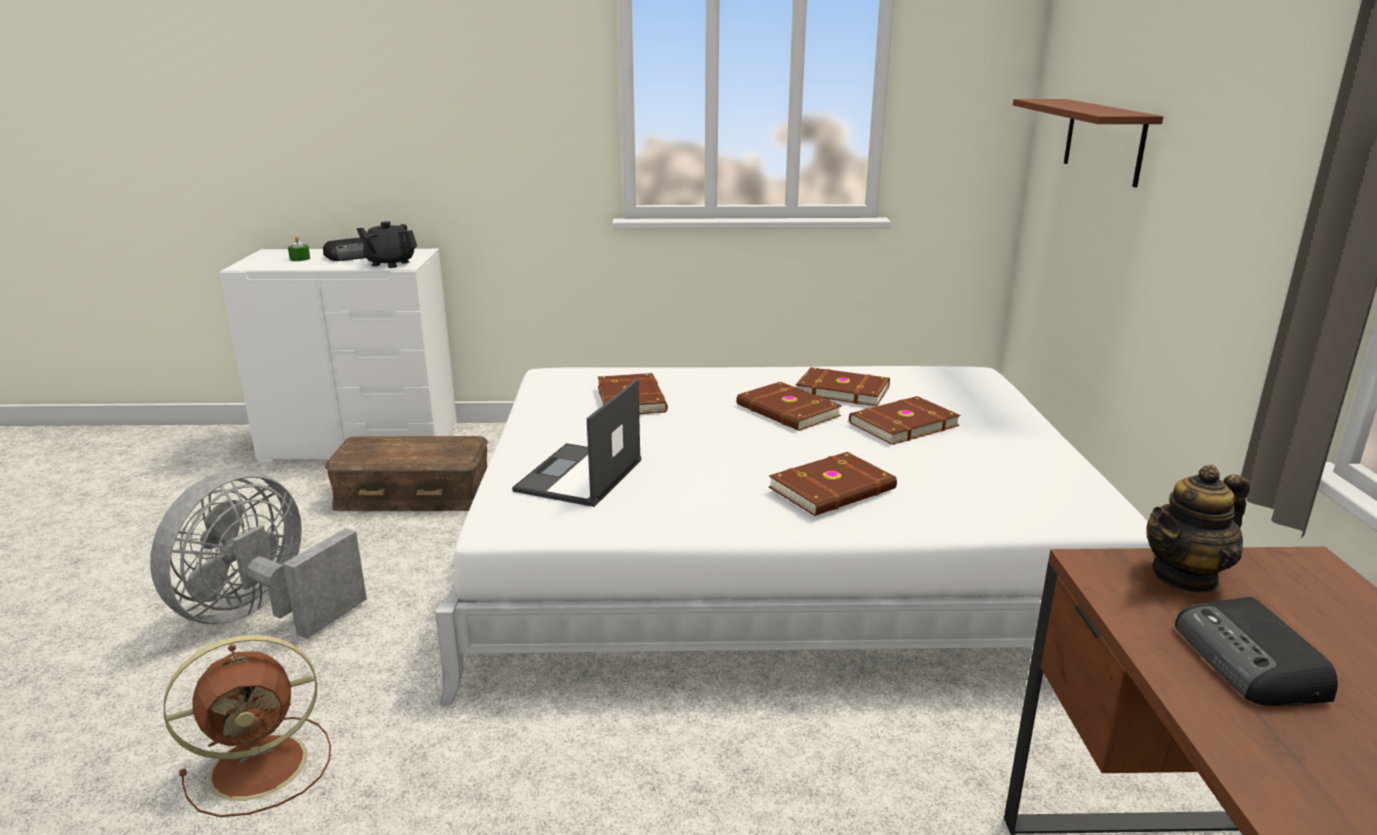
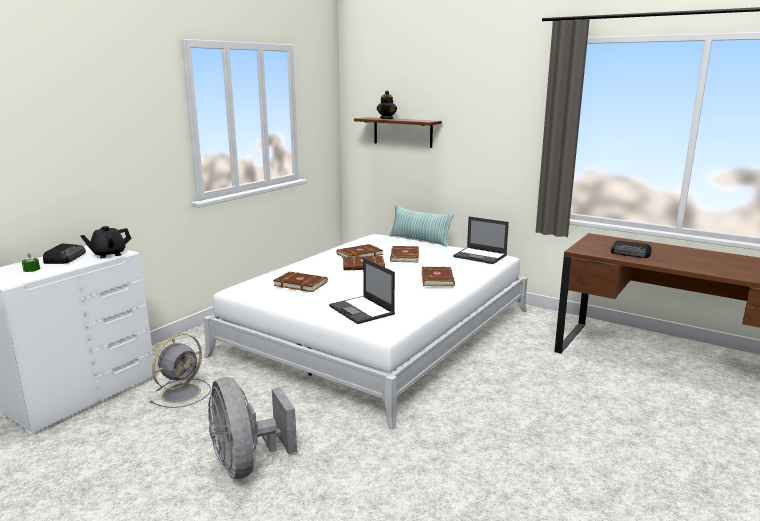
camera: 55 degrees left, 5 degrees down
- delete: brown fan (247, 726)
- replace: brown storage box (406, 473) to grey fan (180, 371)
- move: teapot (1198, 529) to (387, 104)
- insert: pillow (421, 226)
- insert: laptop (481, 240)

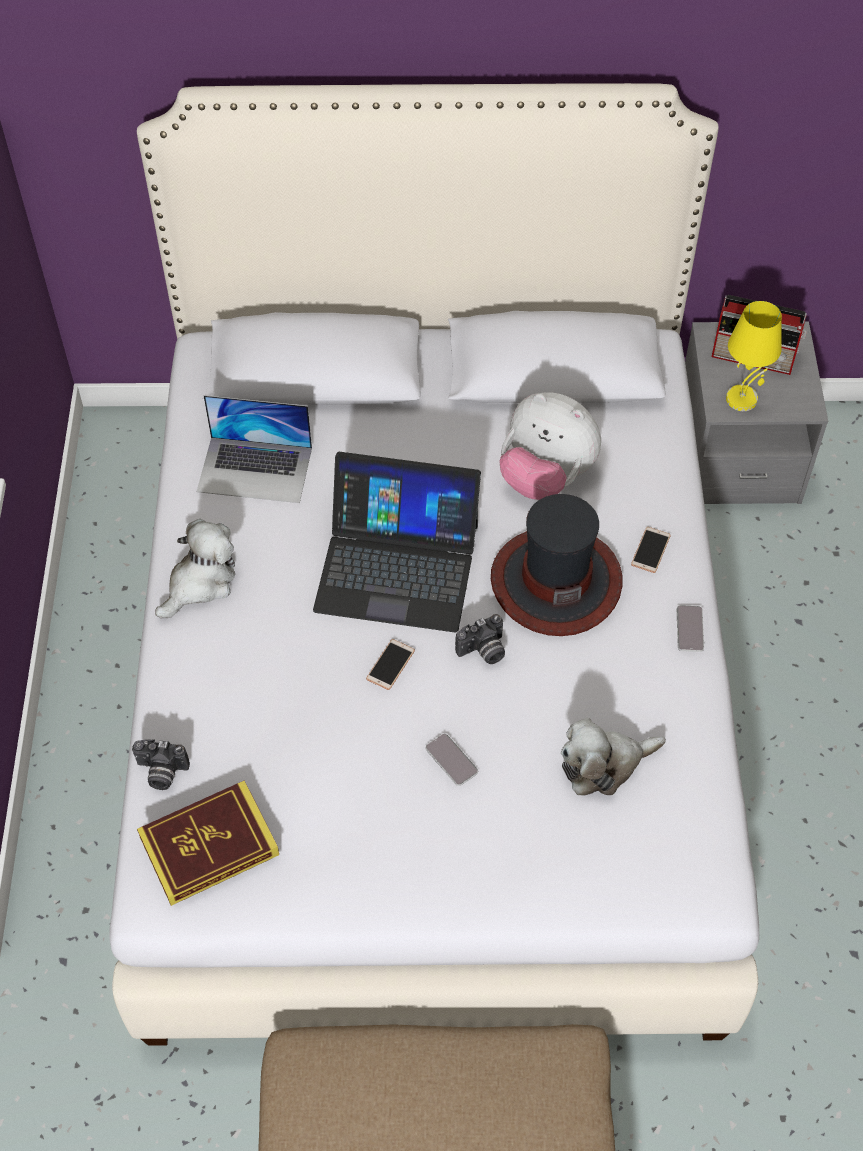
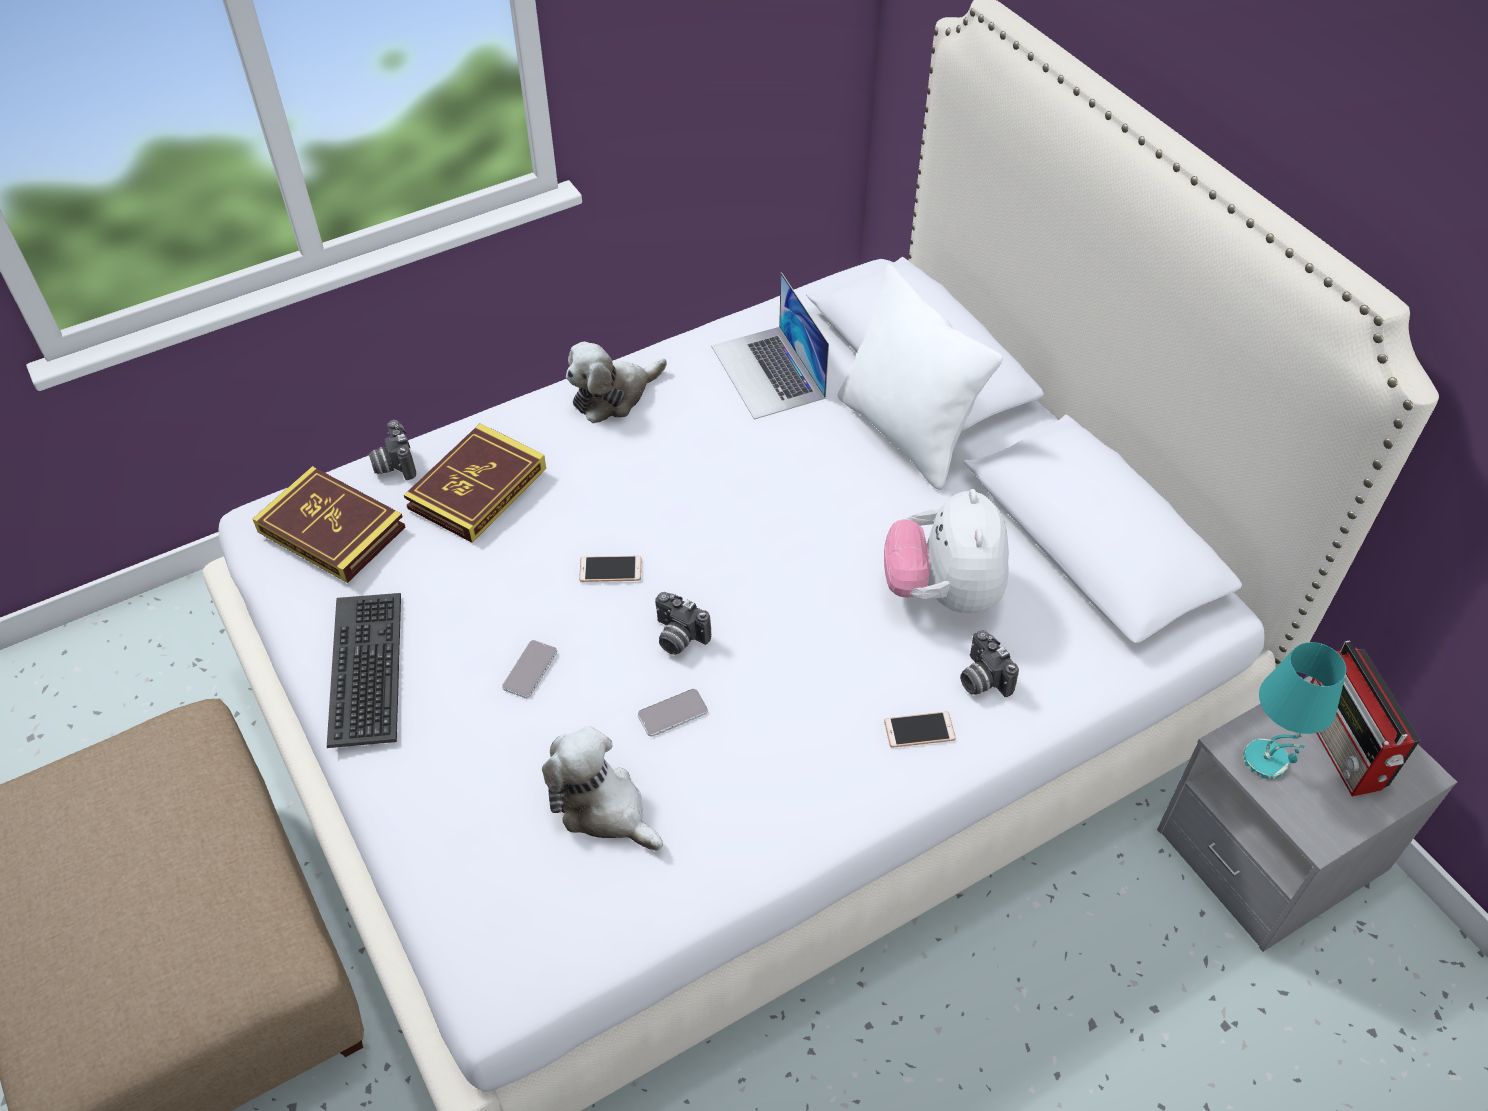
camera: 60 degrees right, 5 degrees down
- rotate: plush toy (195, 568) = (616, 382) 135 degrees clockwise
- delete: laptop (397, 542)
- delete: hat (556, 565)
- move: phone (690, 628) to (673, 712)
- recolor: yellow table lamp (754, 356) to turquoise table lamp (1294, 710)
- insert: keyboard (364, 670)
- insert: book (475, 483)
- insert: white pillow (920, 377)
- insert: photo camera (989, 663)

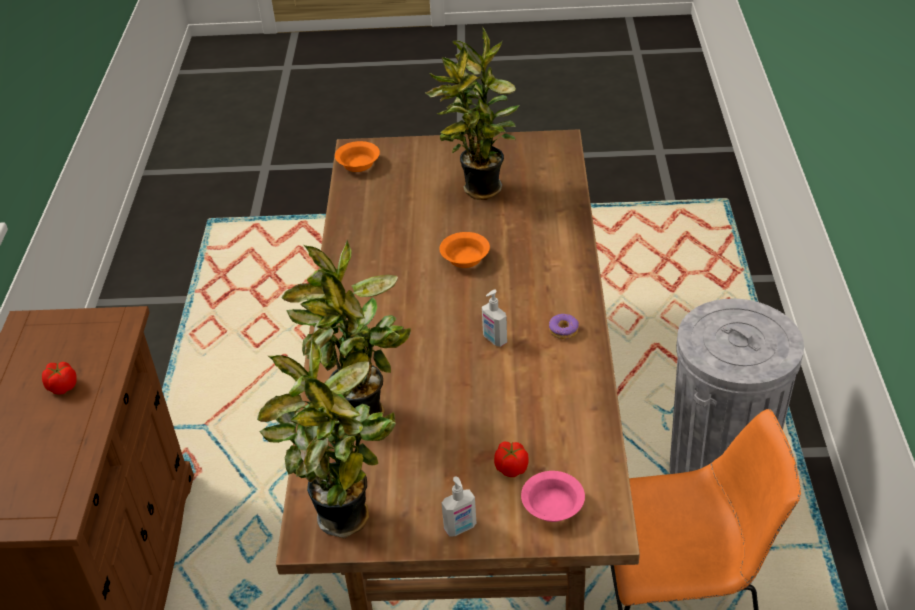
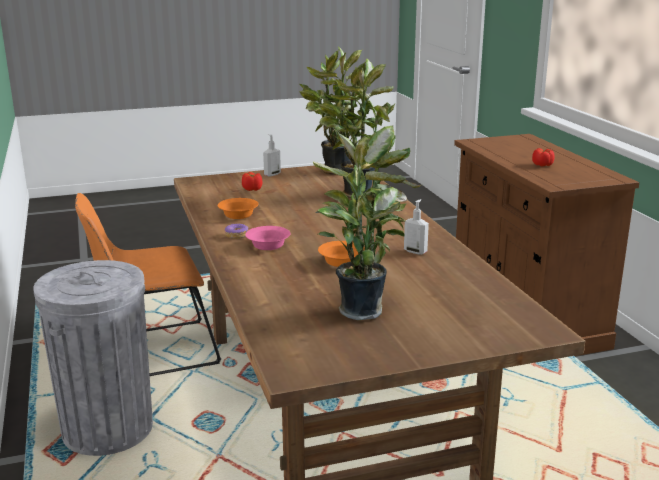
camera: 160 degrees right, 20 degrees down
- move: orange bowl (357, 156) to (238, 208)
- move: soap dispenser (494, 318) to (416, 226)
- move: pink bowl (553, 496) to (267, 238)

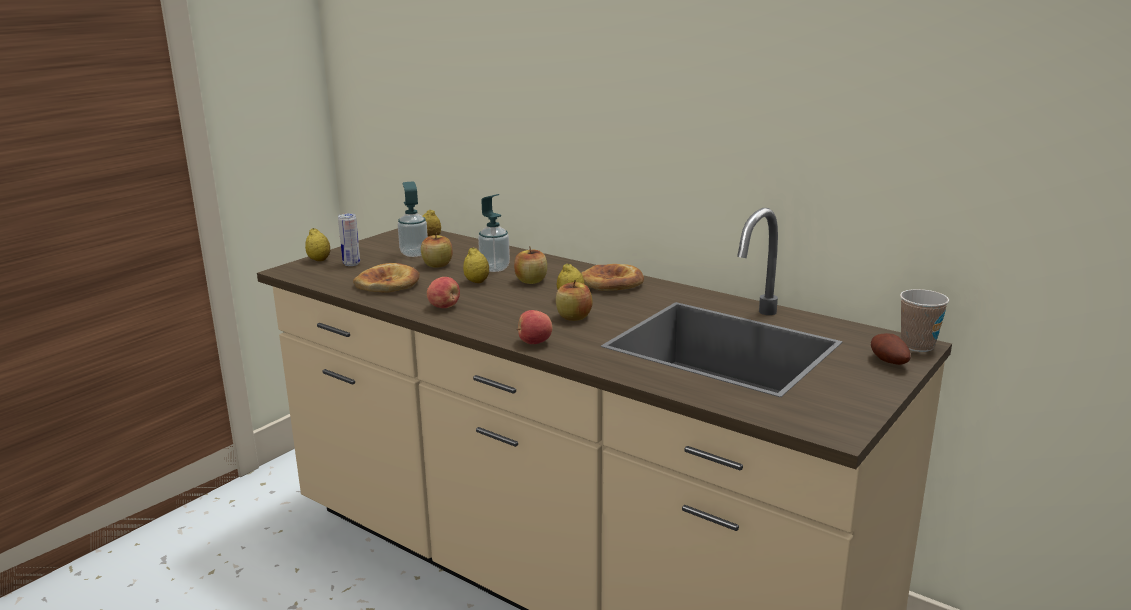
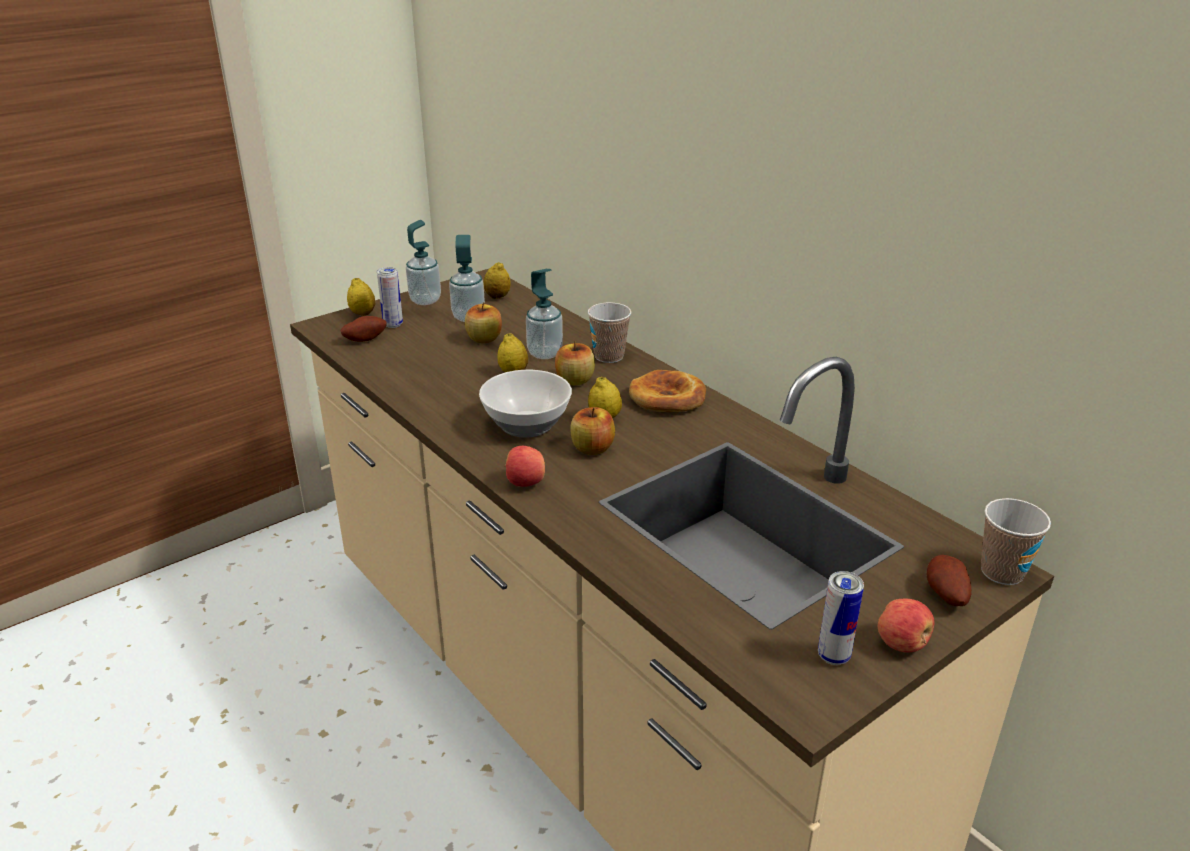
camera: 15 degrees right, 10 degrees up
- delete: bread (386, 278)
- move: apple (443, 292) to (906, 625)
- insert: potato (363, 329)
- insert: soap dispenser (423, 262)
- insert: bowl (525, 404)
- insert: cup (609, 332)
- insert: can (841, 618)

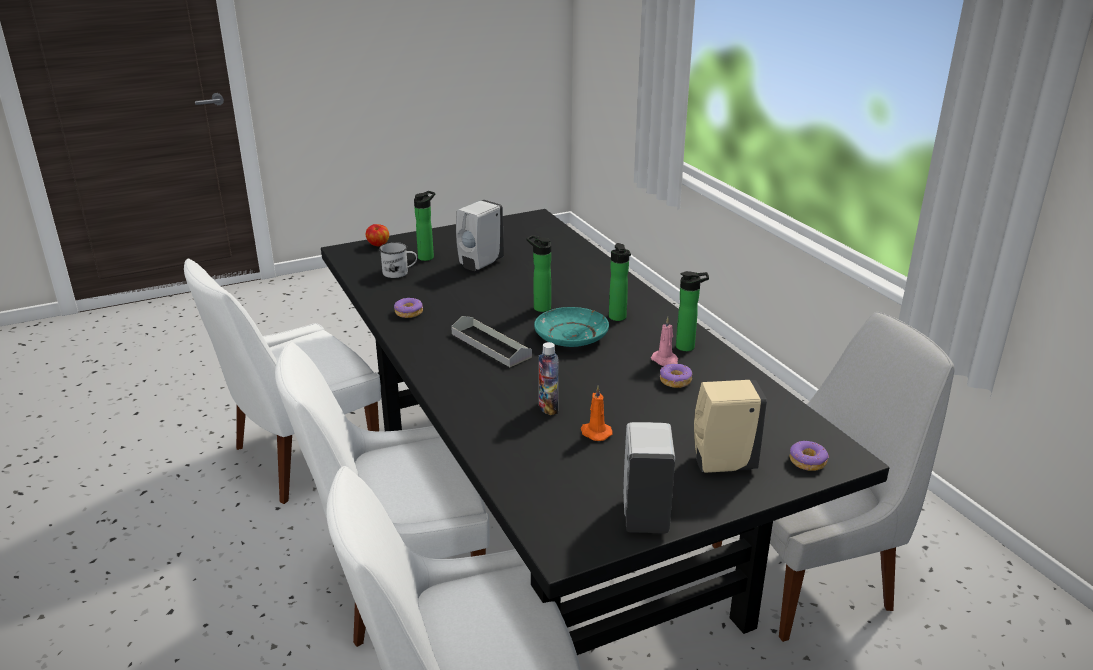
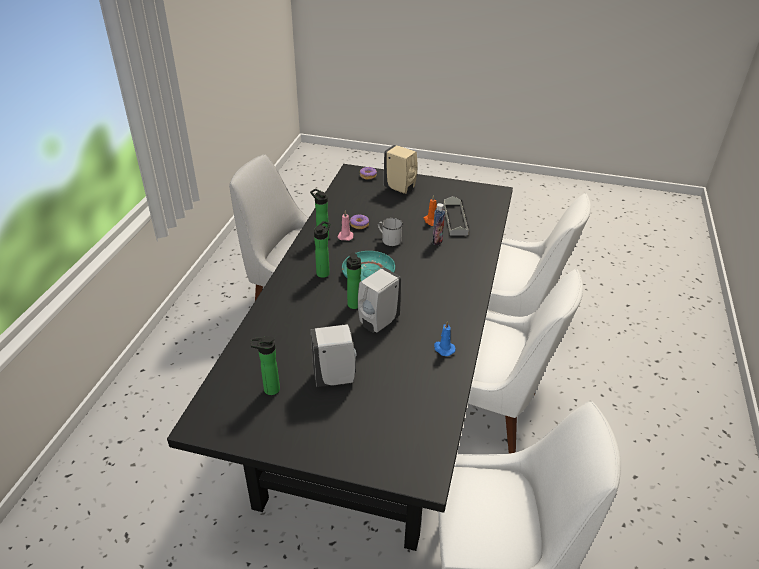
camera: 140 degrees left, 10 degrees up
- delete: apple (377, 235)
- move: white mug (398, 260) to (390, 232)
- replace: donut (408, 308) to blue candle (445, 338)
- move: bottle (424, 226) to (265, 365)
- move: grey tray (491, 341) to (456, 216)
- move: white soap dispenser (649, 477) to (379, 300)

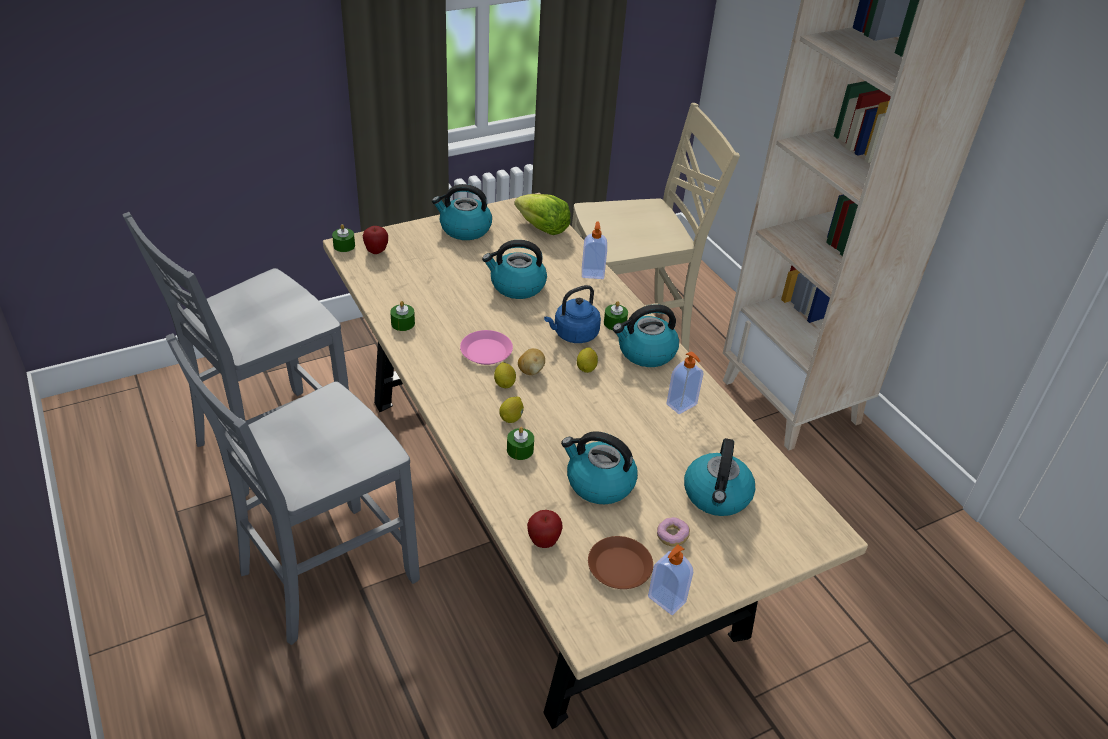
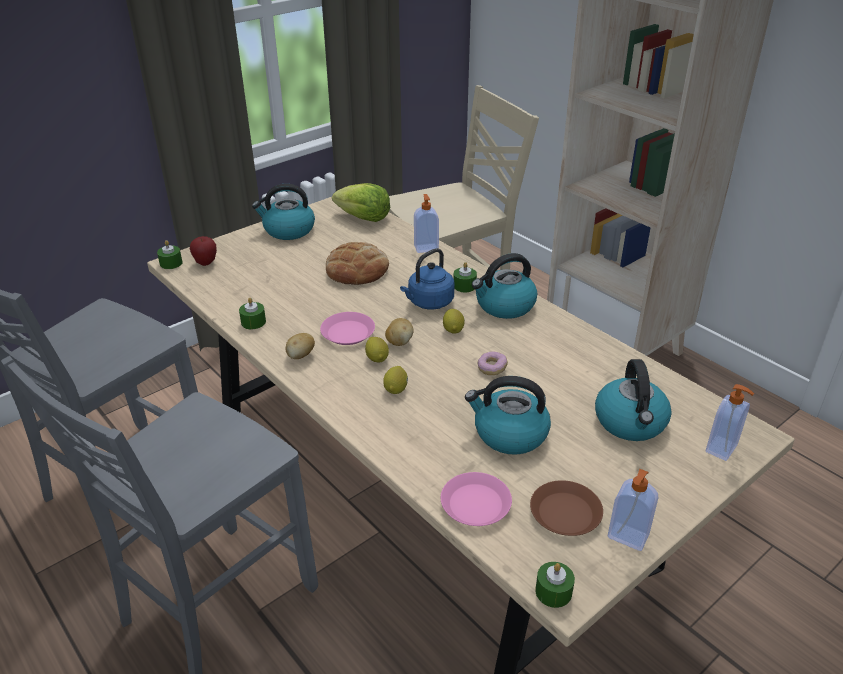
camera: 10 degrees left, 5 degrees down
- replace: kettle (514, 269) to bread (357, 263)
- move: green candle (520, 443) to (555, 585)
- replace: apple (545, 529) to pink plate (476, 499)
- move: donut (673, 531) to (493, 363)
- move: soap dispenser (684, 382) to (730, 422)
- insert: potato (300, 346)

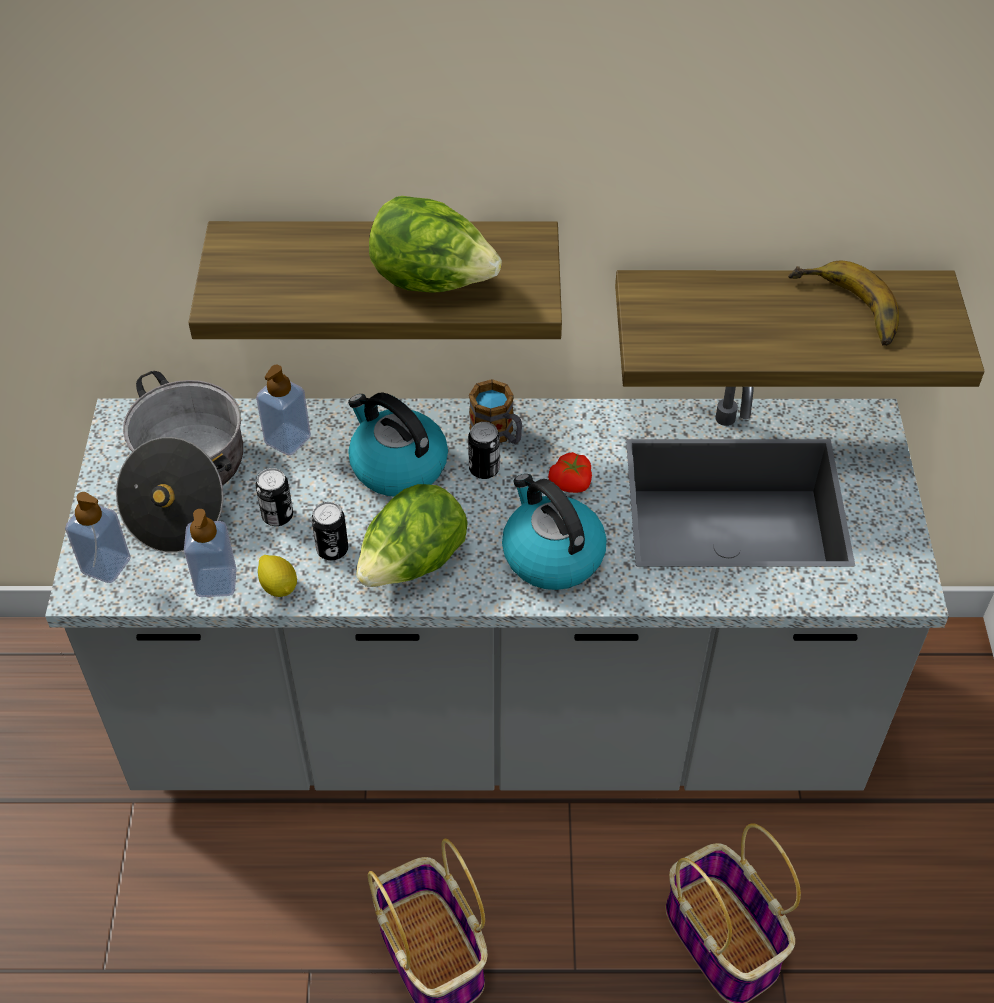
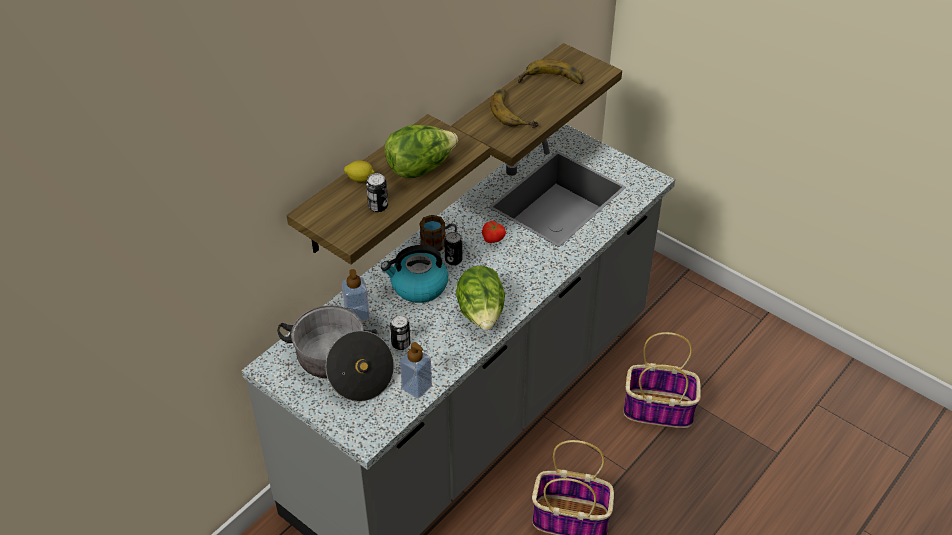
camera: 50 degrees left, 5 degrees down
- delete: soap dispenser (98, 537)
- move: lemon (277, 576) to (359, 171)
- move: can (329, 531) to (377, 192)
- delete: kettle (554, 532)
- insert: banana (514, 108)

